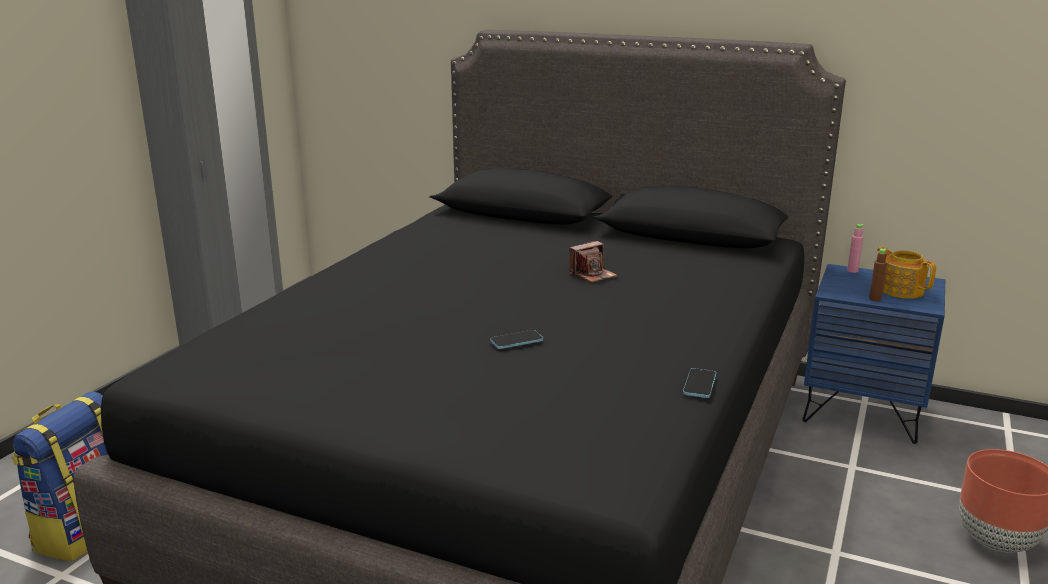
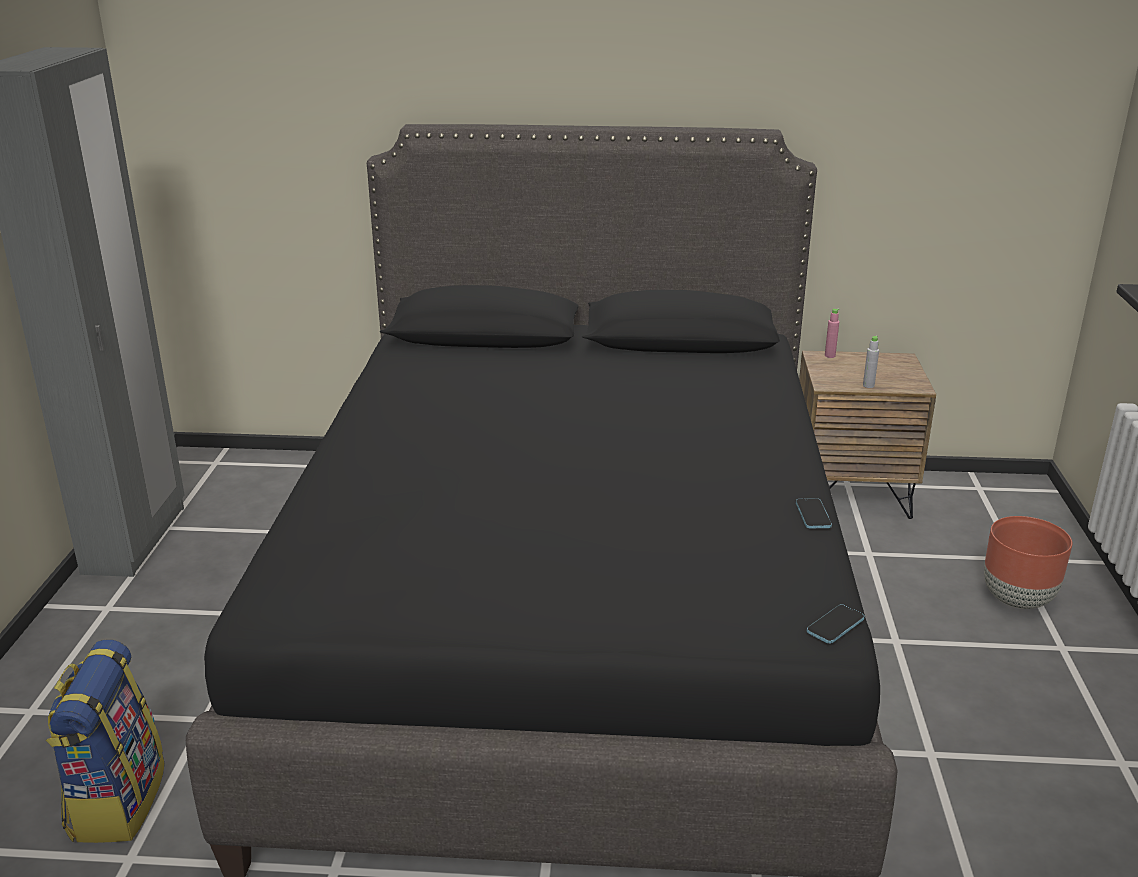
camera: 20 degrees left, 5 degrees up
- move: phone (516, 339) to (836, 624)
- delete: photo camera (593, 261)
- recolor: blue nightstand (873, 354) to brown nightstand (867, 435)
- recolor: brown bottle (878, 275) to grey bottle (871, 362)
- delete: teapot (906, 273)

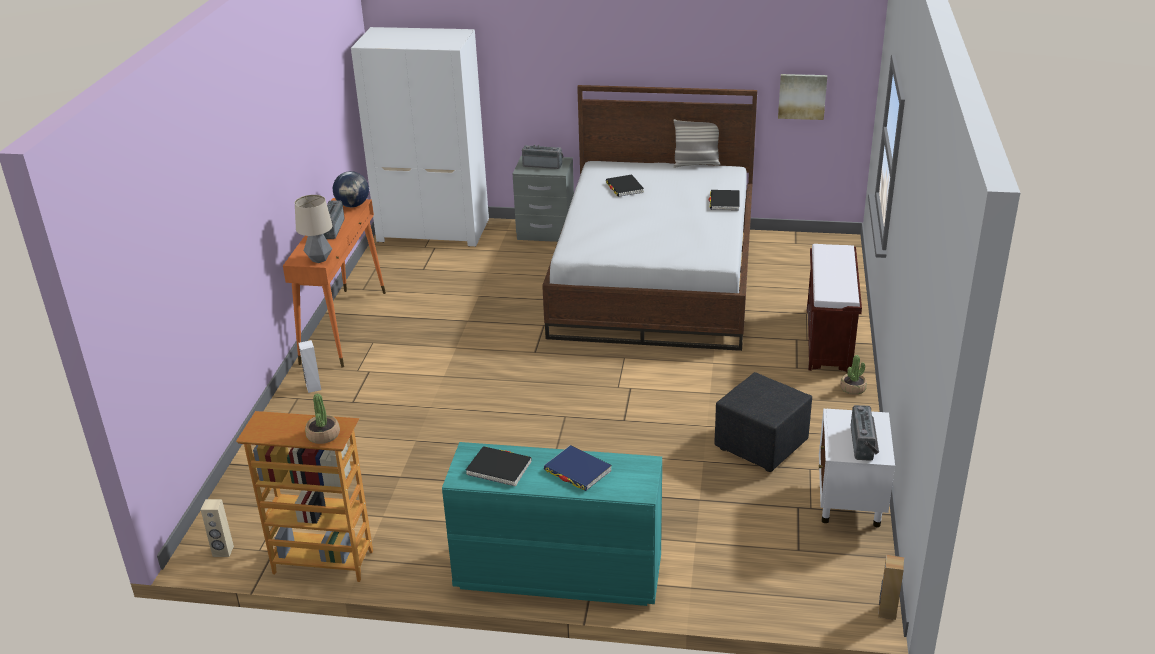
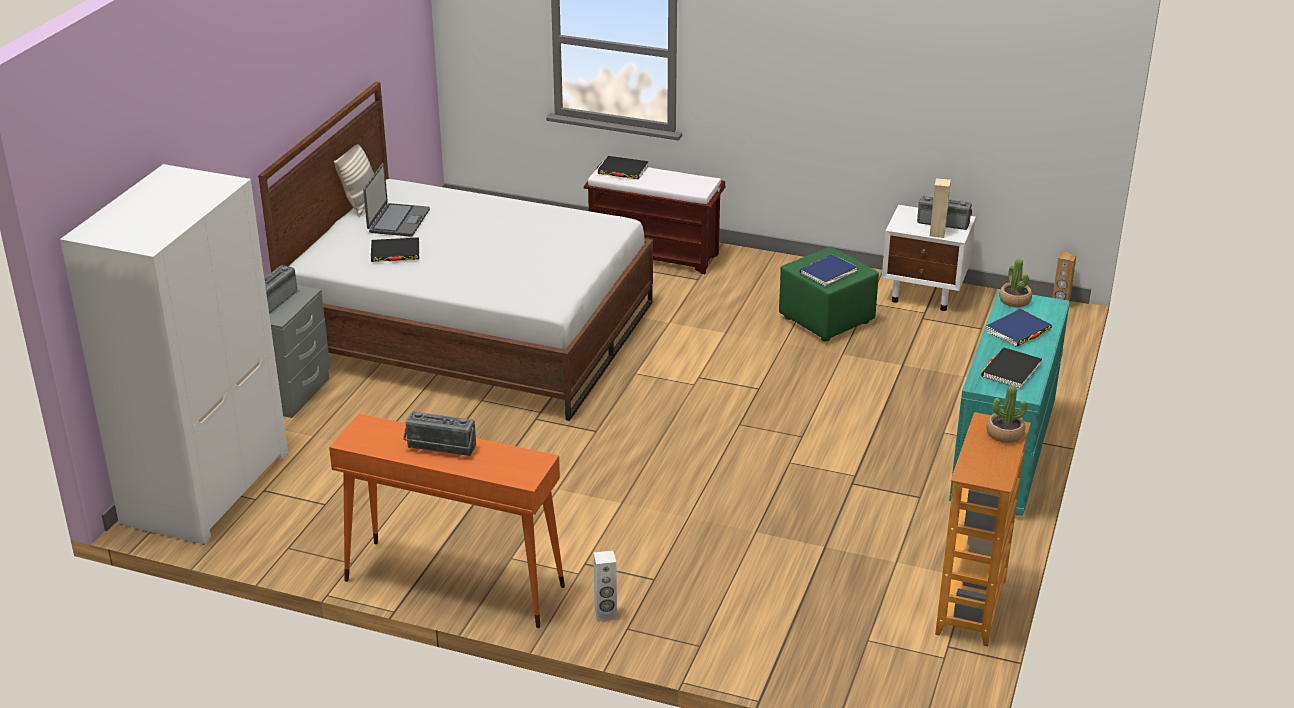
camera: 80 degrees left, 0 degrees up
- move: beige speaker (217, 528) to (940, 208)
- delete: table lamp (314, 229)
- delete: globe (351, 189)
- move: black book (724, 200) to (623, 167)
- recolor: black ottoman (763, 422) to green ottoman (829, 294)
- delete: picture (802, 97)
- move: potted plant (853, 375) to (1015, 282)
- insert: laptop (396, 200)
- insert: blue book (828, 270)

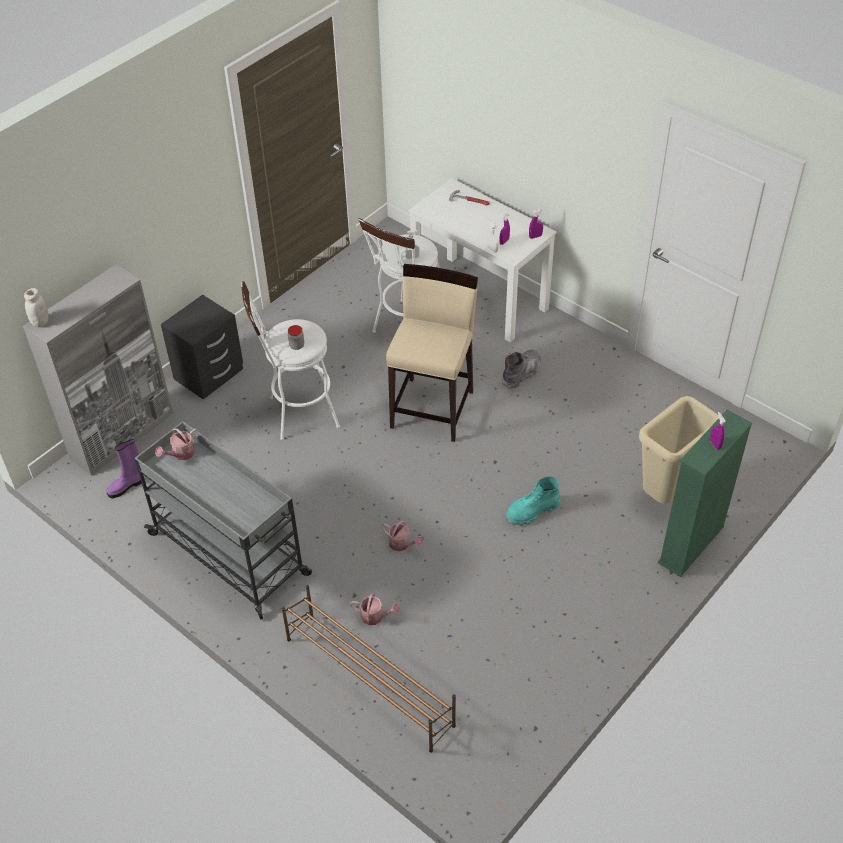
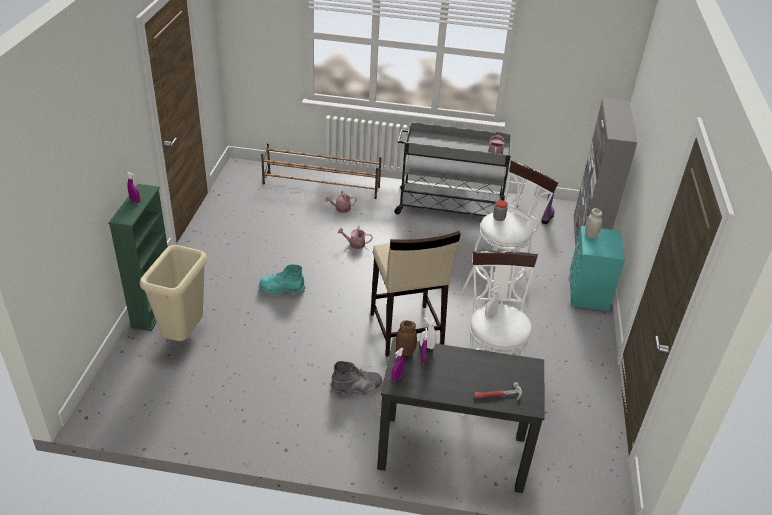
camera: 145 degrees right, 10 degrees down
- move: white jar (36, 307) to (593, 223)
- recolor: black nightstand (202, 347) to turquoise nightstand (597, 268)
- recolor: white desk (482, 260) to black desk (461, 415)
- rotate: grey boot (521, 369) = (357, 378) 105 degrees counterclockwise
- rotate: turquoise boot (533, 501) = (282, 279) 120 degrees counterclockwise
- insert: brown jar (406, 338)

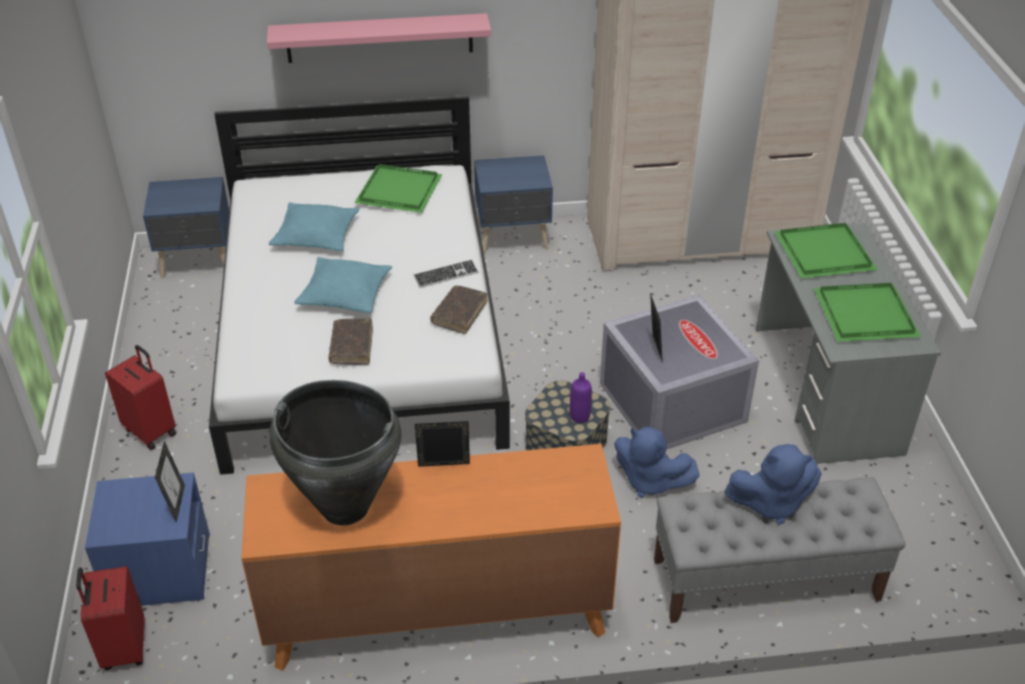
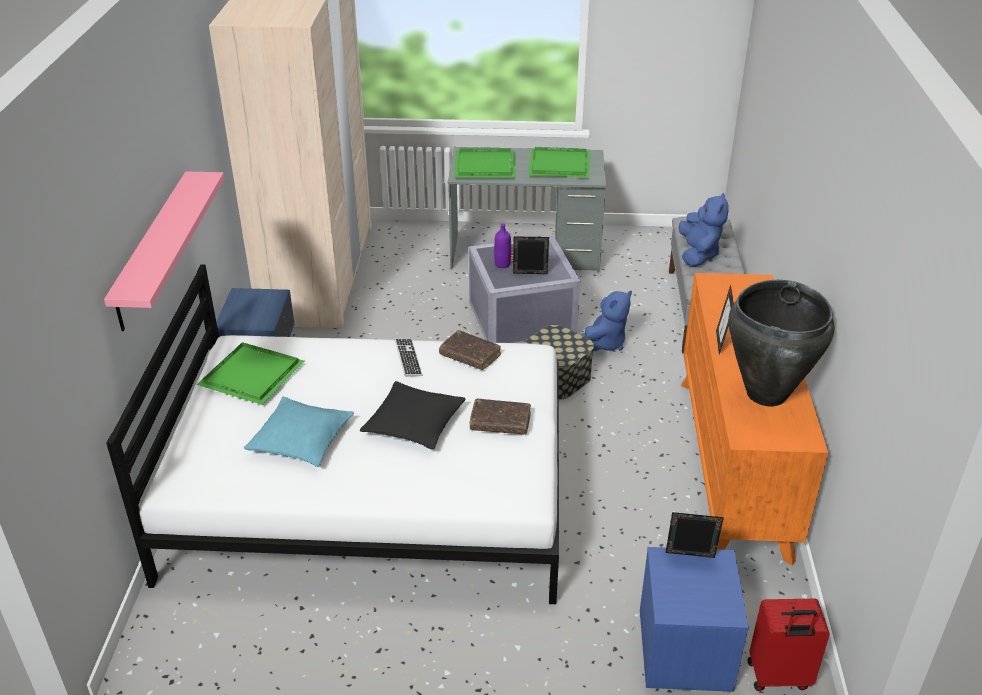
camera: 80 degrees left, 5 degrees down
- delete: red suitcase (140, 397)
- delete: blue nightstand (186, 227)
- recolor: turquoise pillow (343, 285) to black pillow (413, 415)
- move: purple bottle (581, 397) to (502, 246)

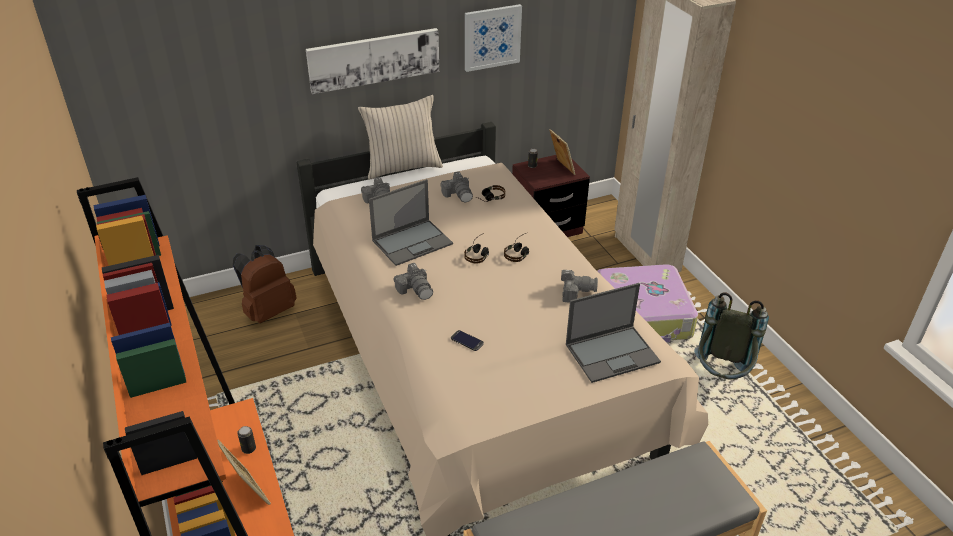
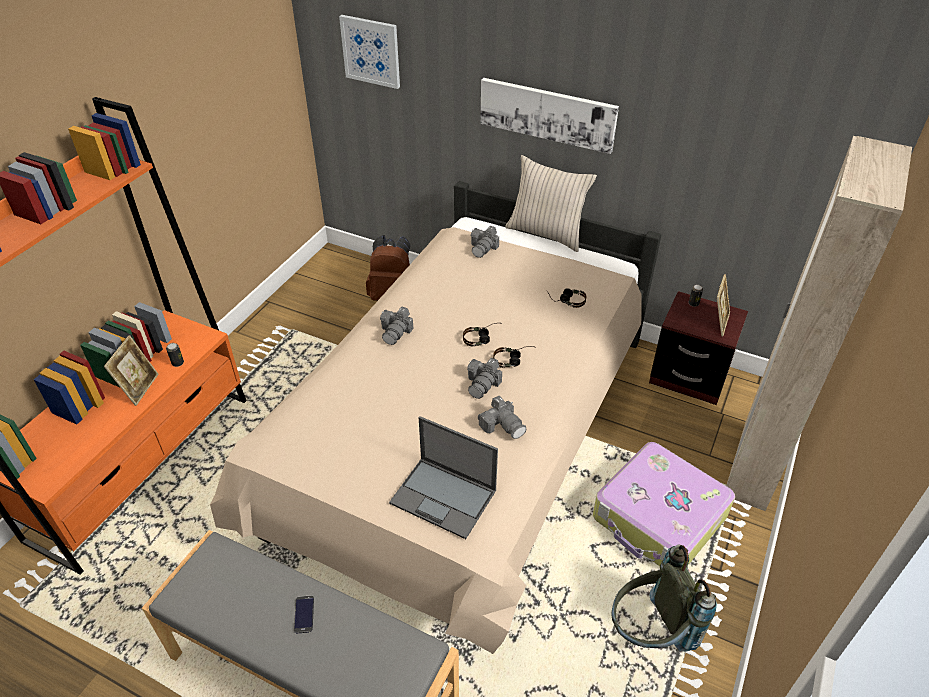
camera: 50 degrees right, 5 degrees up
- delete: laptop (411, 222)
- move: photo camera (456, 187) to (484, 378)
- move: phone (467, 340) to (304, 614)
- move: picture (493, 38) to (369, 52)

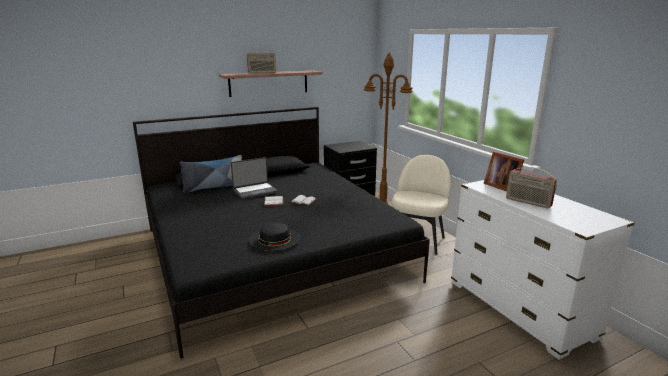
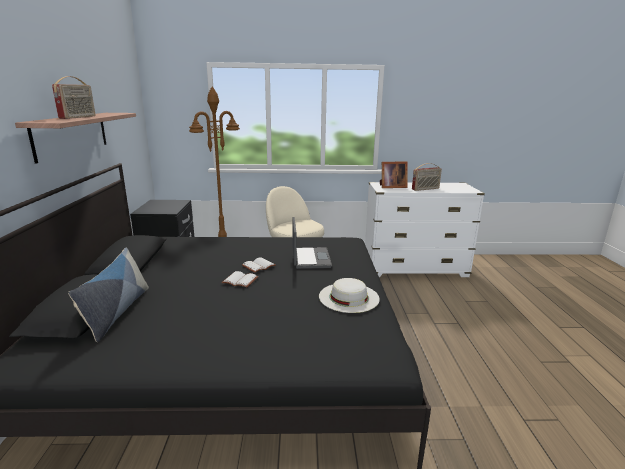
camera: 65 degrees left, 0 degrees up
- move: laptop (254, 178) to (312, 243)
- recolor: black hat (275, 237) to white hat (349, 295)

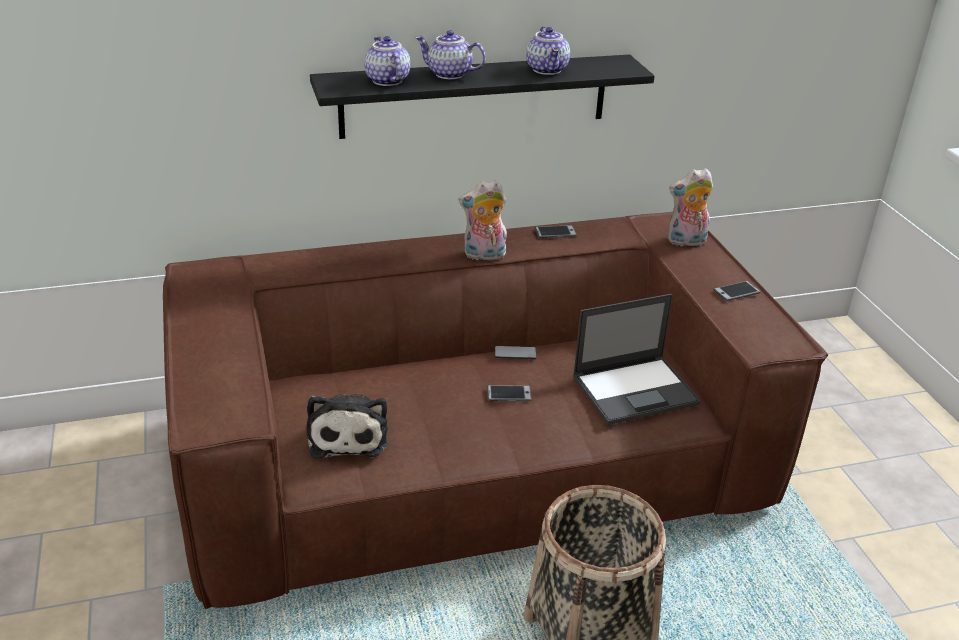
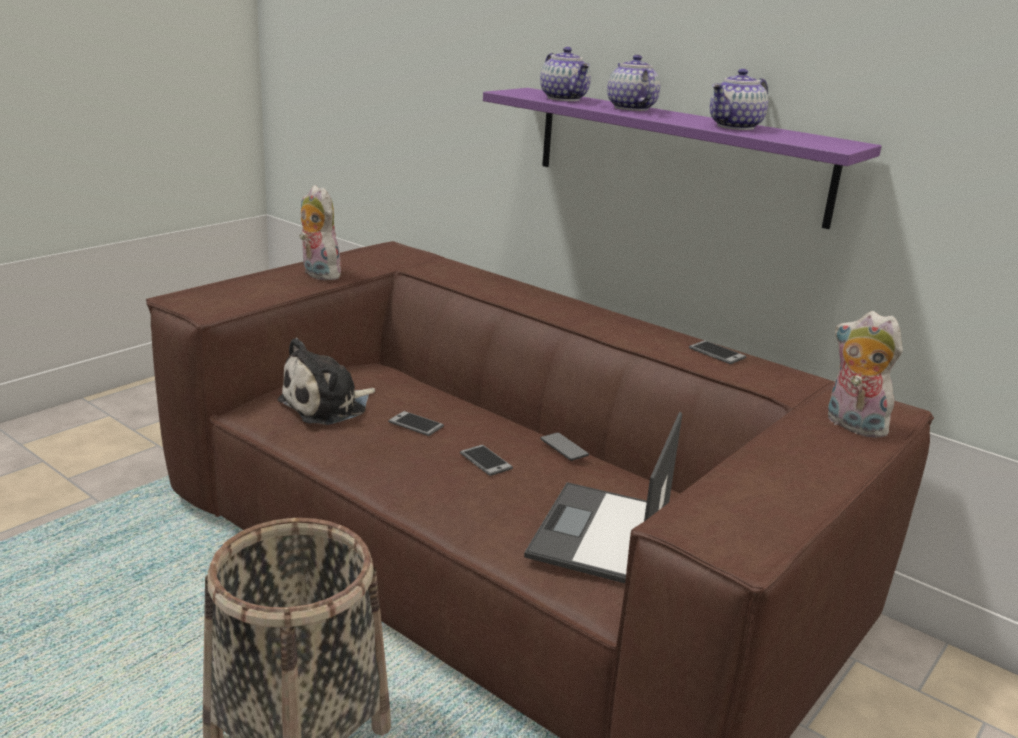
camera: 55 degrees right, 10 degrees down
- recolor: black shelf (482, 96) to purple shelf (682, 158)
- rotate: teapot (387, 61) = (565, 74) 120 degrees clockwise
- move: plush toy (482, 220) to (320, 232)
- rotate: laptop (637, 359) = (603, 497) 75 degrees clockwise
- move: phone (737, 291) to (416, 423)

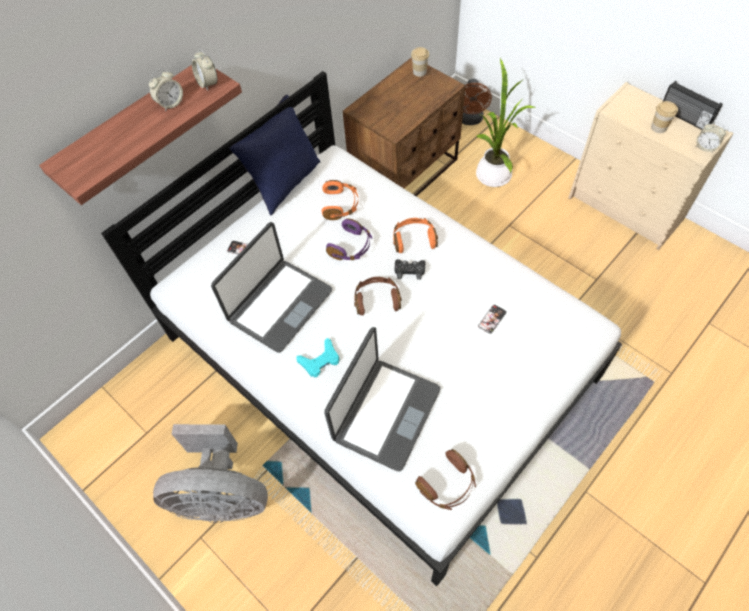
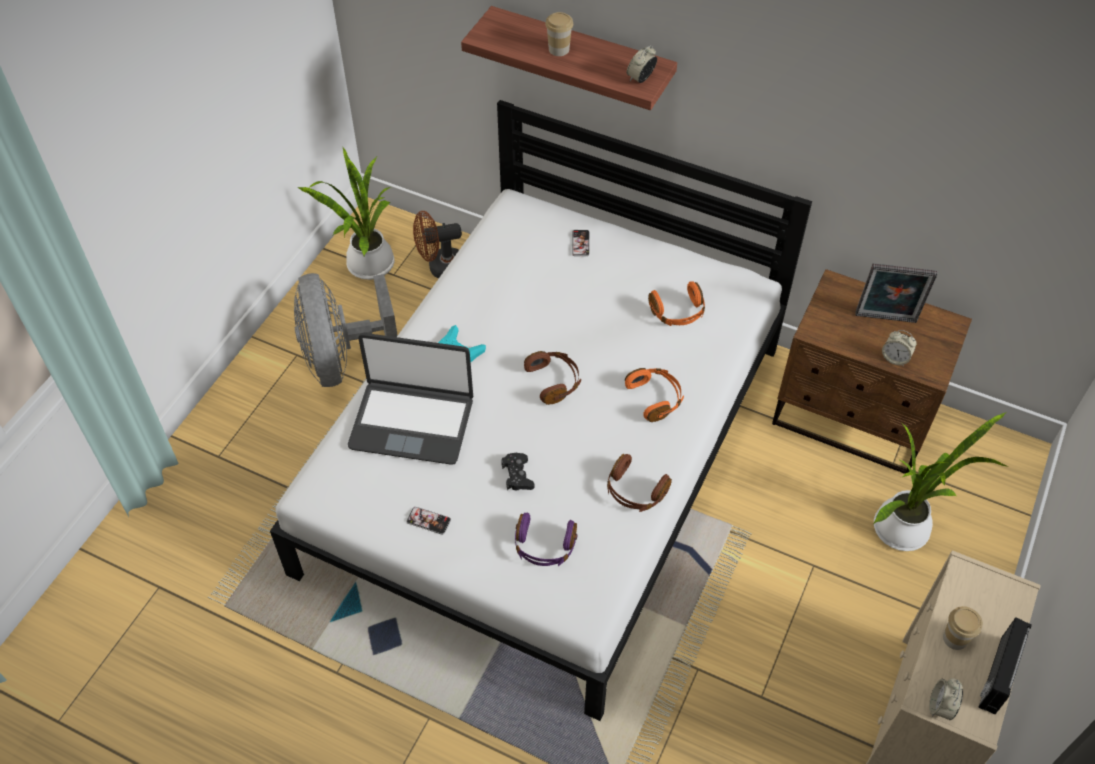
camera: 70 degrees right, 5 degrees down
- move: alarm clock (166, 90) to (899, 348)
- delete: laptop (271, 287)
- delete: blue pillow (275, 155)
- move: purple headphones (349, 239) to (546, 539)
- move: black game controller (410, 269) to (517, 471)
- move: cup (420, 62) to (559, 34)
- move: brown headphones (445, 479) to (639, 483)
- move: brown fan (477, 102) to (437, 244)
- move: phone (492, 319) to (428, 521)
- insert: potted plant (346, 214)
- insert: picture frame (896, 293)

